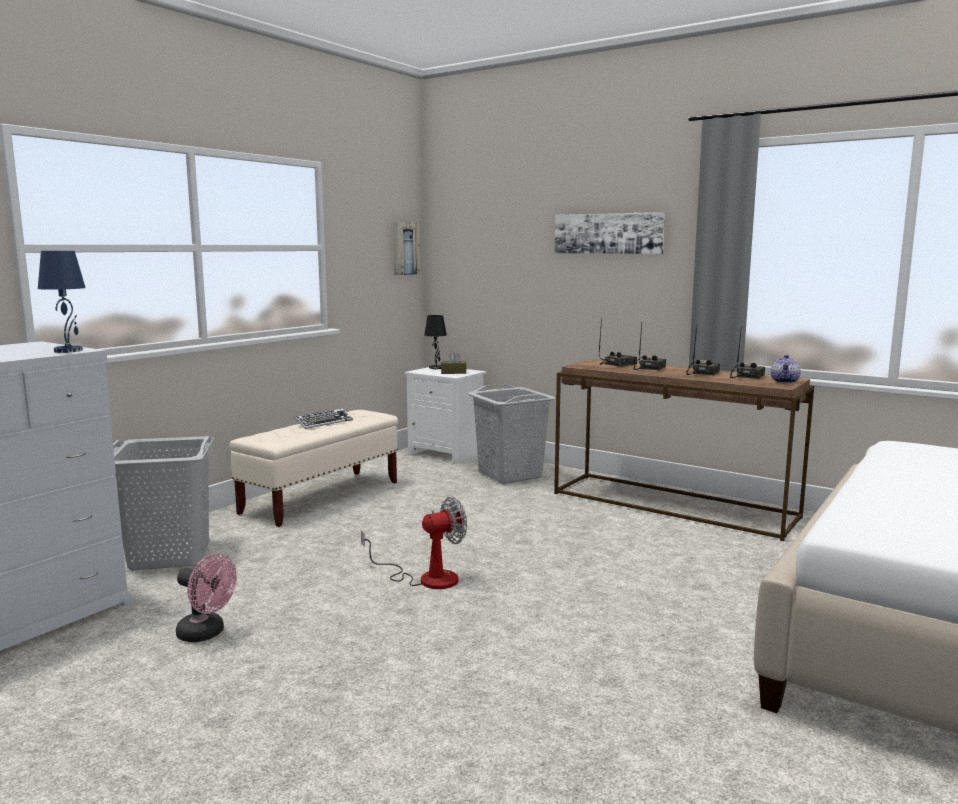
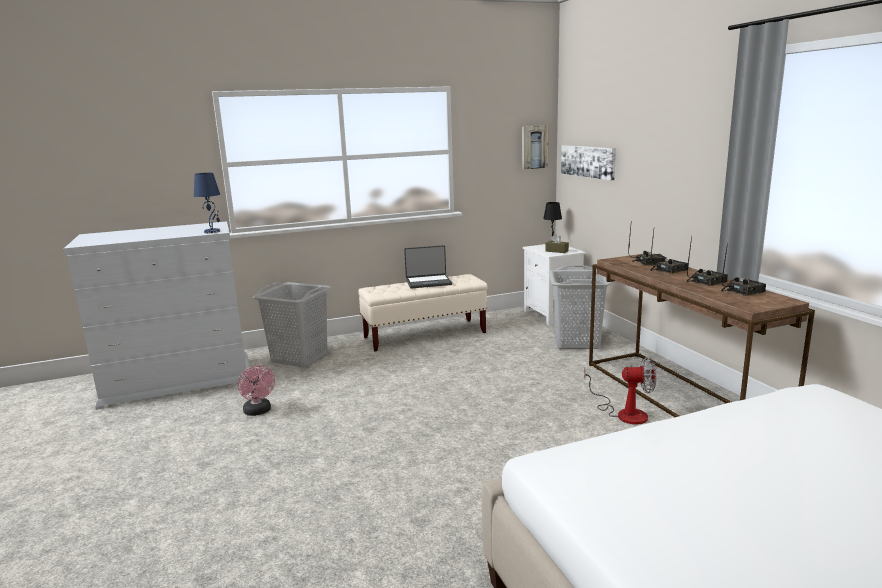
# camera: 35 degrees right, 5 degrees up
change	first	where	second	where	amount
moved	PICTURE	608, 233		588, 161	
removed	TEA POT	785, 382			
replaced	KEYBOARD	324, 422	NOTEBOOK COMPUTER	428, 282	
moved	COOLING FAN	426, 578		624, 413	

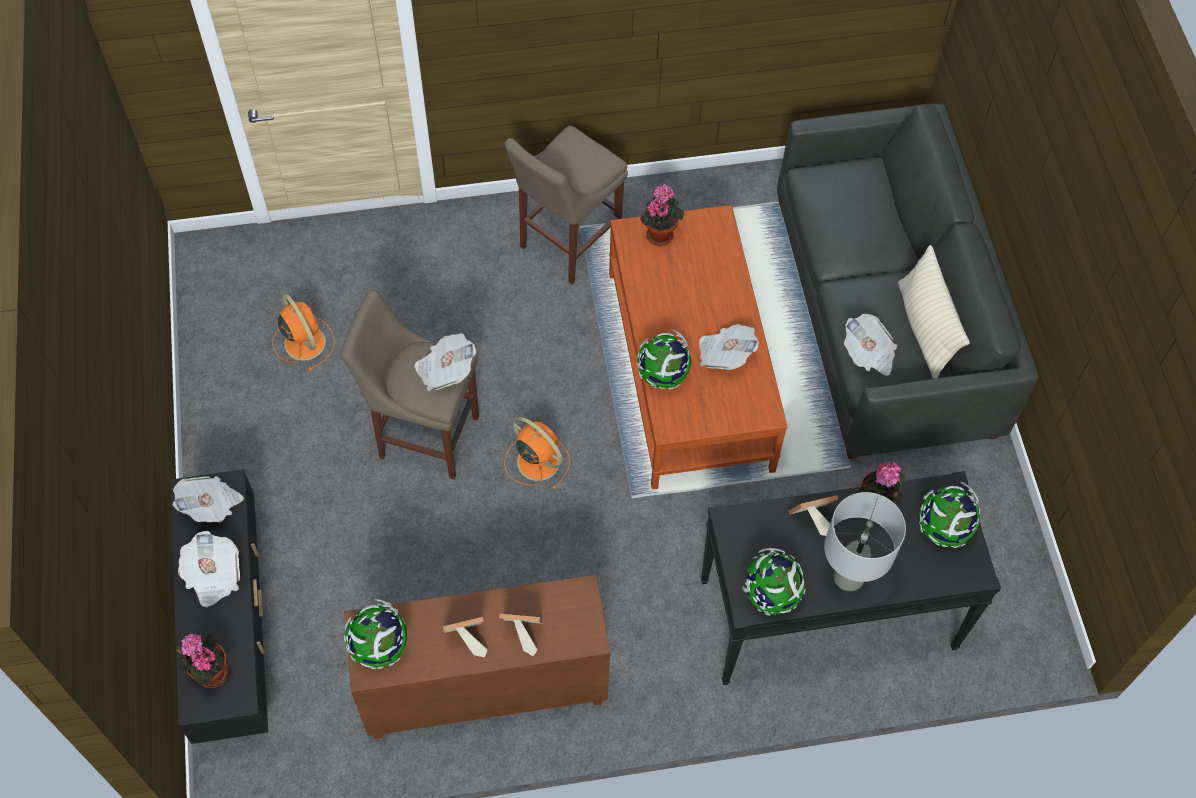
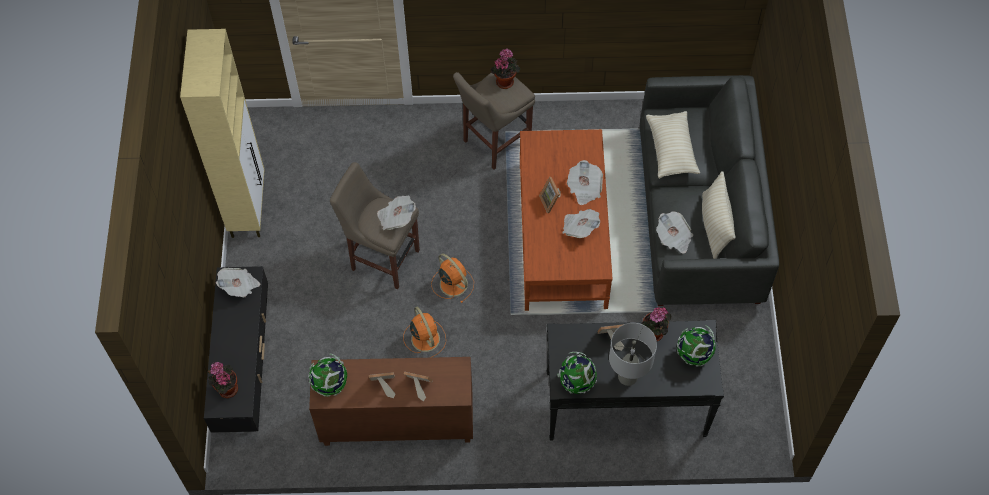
# camera: 10 degrees right, 0 degrees up
change	first	where	second	where	amount
moved	HOUSEPLANT	660, 233		505, 80	
moved	ORANGEY COOLING FAN	304, 341		425, 337	
removed	GLOBE	663, 375			
moved	NEWSPAPER	213, 576		584, 188	
added			SAND-COLOURED CABINET	248, 207	
added			SAND-COLOURED CUSHION	671, 150	
added			PICTURE FRAME	551, 201	

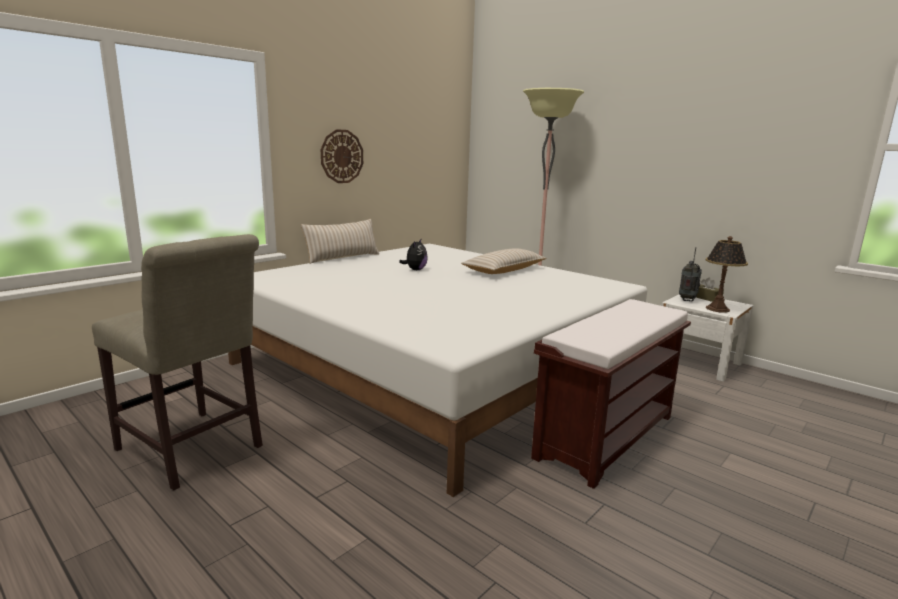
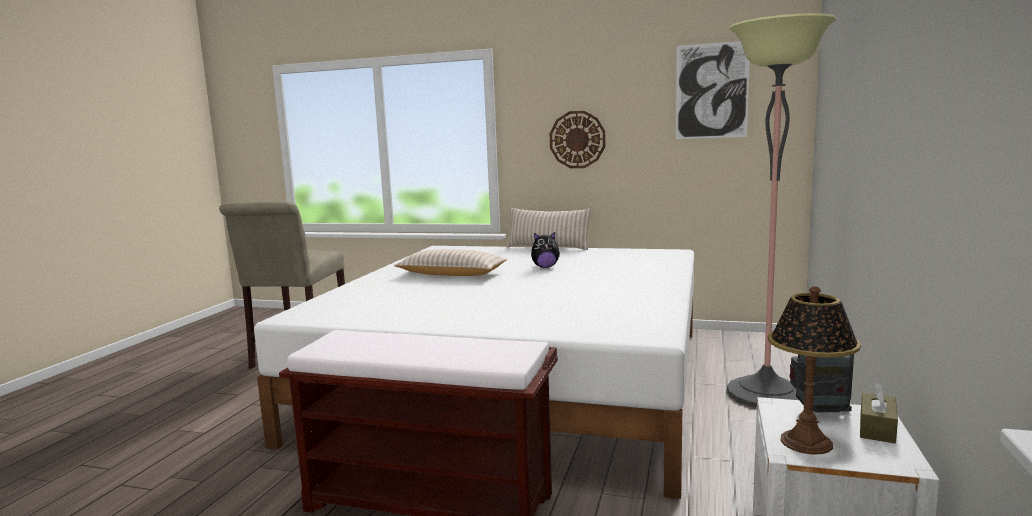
# camera: 65 degrees right, 5 degrees down
change	first	where	second	where	amount
moved	SAND-COLOURED CUSHION	504, 270		452, 274	
added			PICTURE	711, 91	

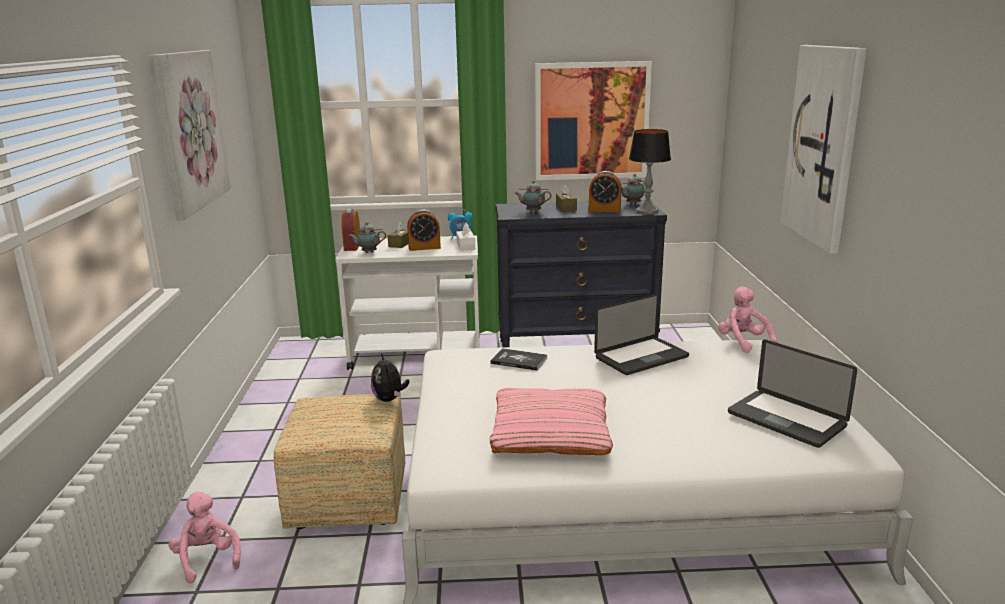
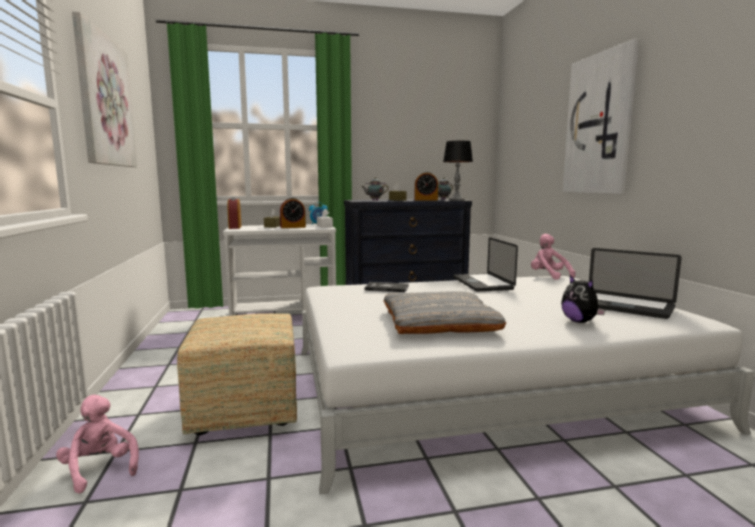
# camera: 10 degrees left, 10 degrees down
change	first	where	second	where	amount
removed	PICTURE	591, 121			
removed	TEA POT	368, 252			
turned	NOTEBOOK COMPUTER	641, 357		482, 283	120 degrees clockwise
moved	SOFT TOY	389, 399		579, 321	
recoloured	PINKISH CUSHION	550, 431	GRAY CUSHION	439, 322	

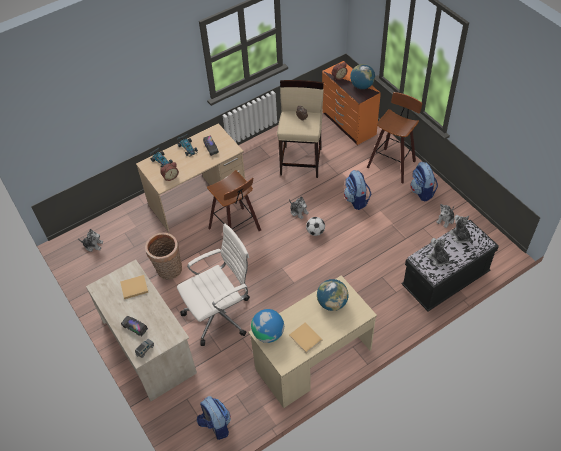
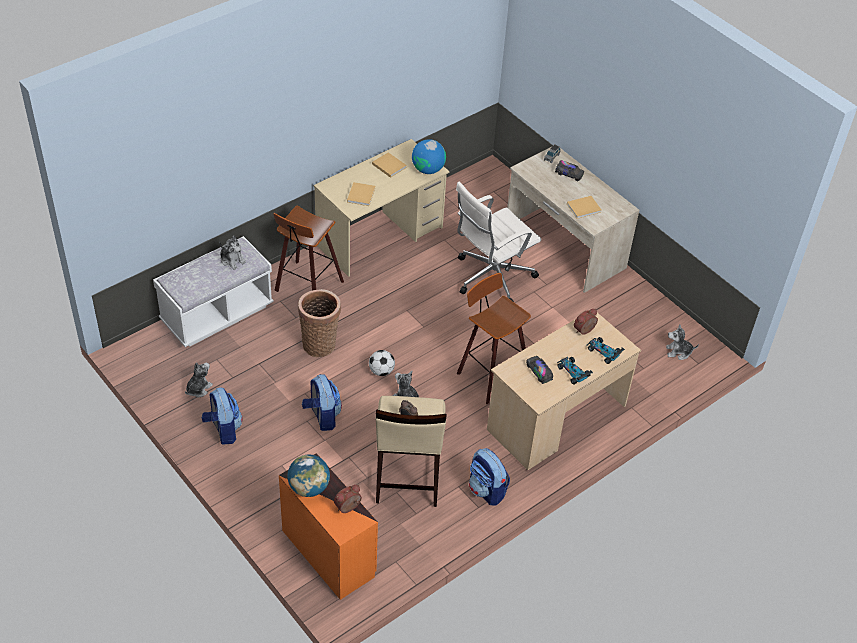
# camera: 170 degrees right, 5 degrees down
change	first	where	second	where	amount
moved	STOOL	392, 164		307, 286	
removed	SOFT TOY	459, 236			
recoloured	BLACKISH BENCH	445, 280	WHITISH BENCH	217, 314	
moved	HOUSEHOLD BASKET	168, 271		320, 343	
replaced	GLOBE	332, 303	SAND-COLOURED BOUND BOOK	361, 194	
moved	BACKPACK	216, 425		487, 490	

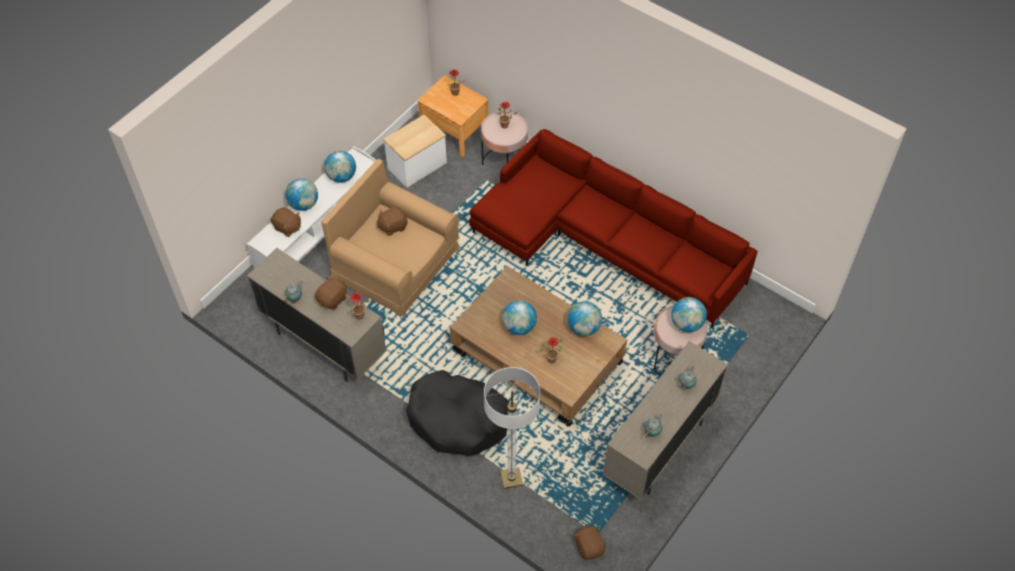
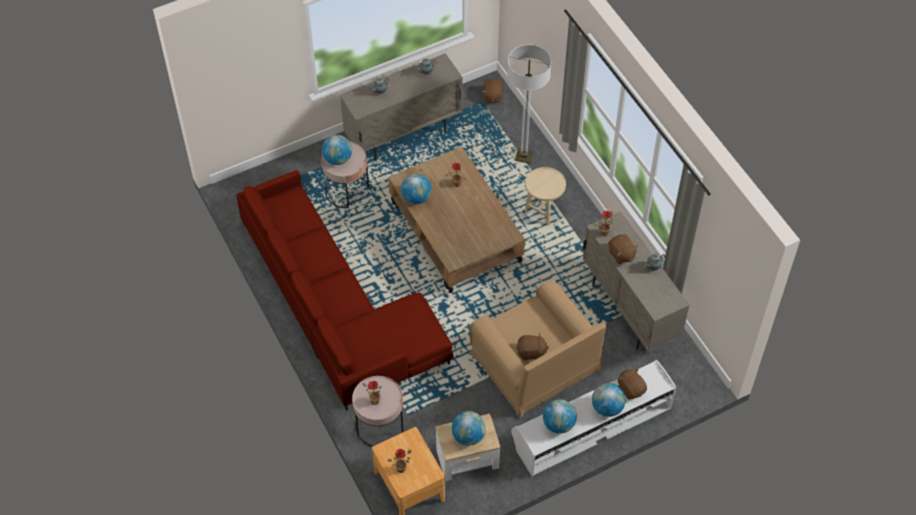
# camera: 155 degrees left, 0 degrees up
change	first	where	second	where	amount
turned	BROWN SOFT TOY	333, 299		621, 254	90 degrees counterclockwise
moved	GLOBE	519, 327		468, 436	
replaced	BLACKISH DOG BED	458, 419	SAND-COLOURED ACCENT TABLE	543, 210	

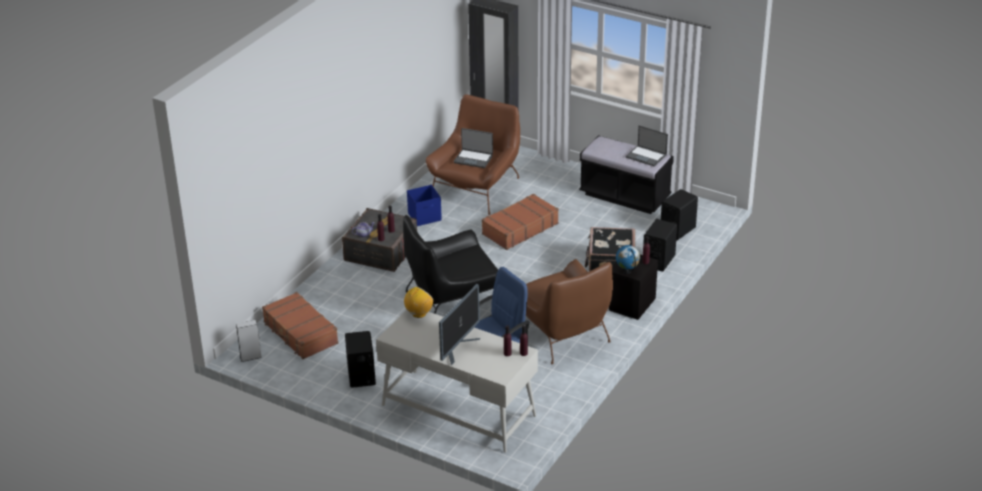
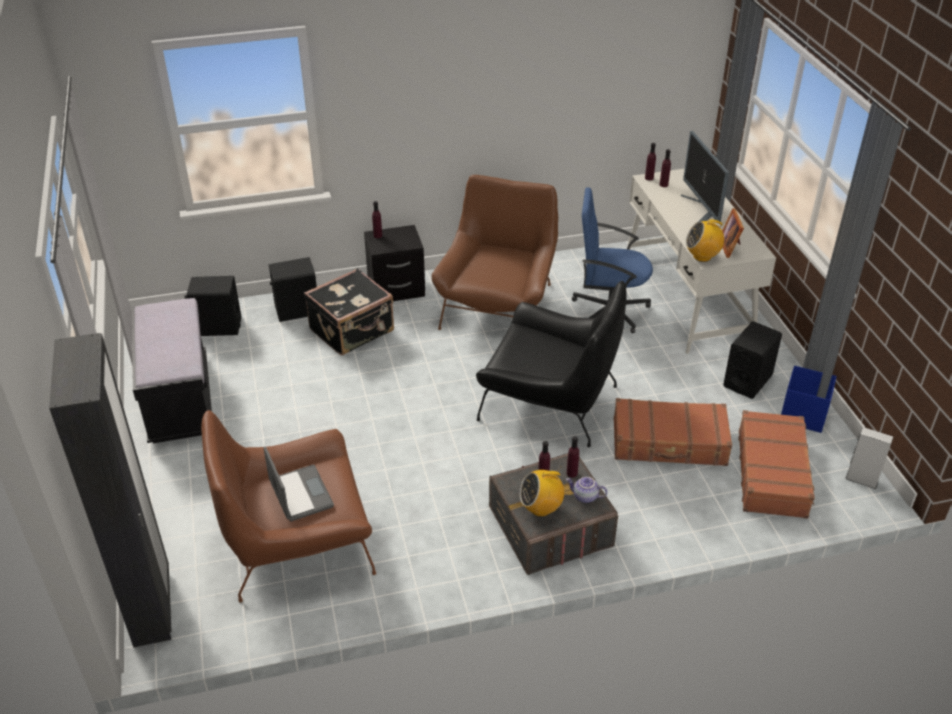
# camera: 135 degrees left, 5 degrees up
change	first	where	second	where	amount
removed	NOTEBOOK COMPUTER	646, 156			
moved	BLUE-COLOURED STORAGE BIN	425, 217		802, 415	
moved	BROWN SUITCASE	519, 229		669, 443	
removed	GLOBE	627, 271			
turned	COMPUTER SCREEN	458, 347		702, 210	90 degrees counterclockwise
added			PICTURE FRAME	731, 246	
added			RADIO RECEIVER	541, 508	

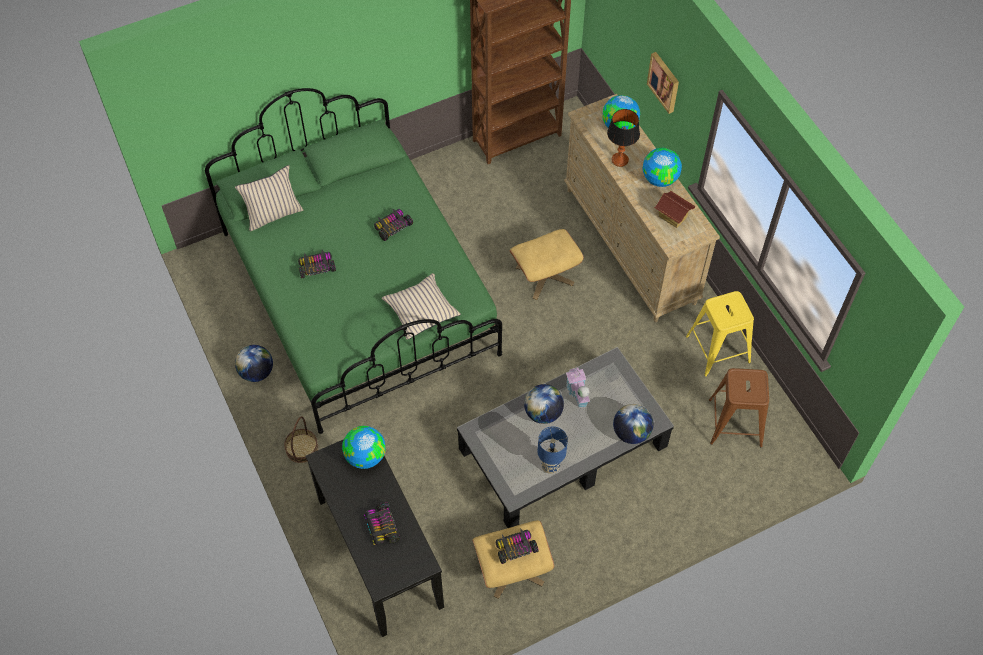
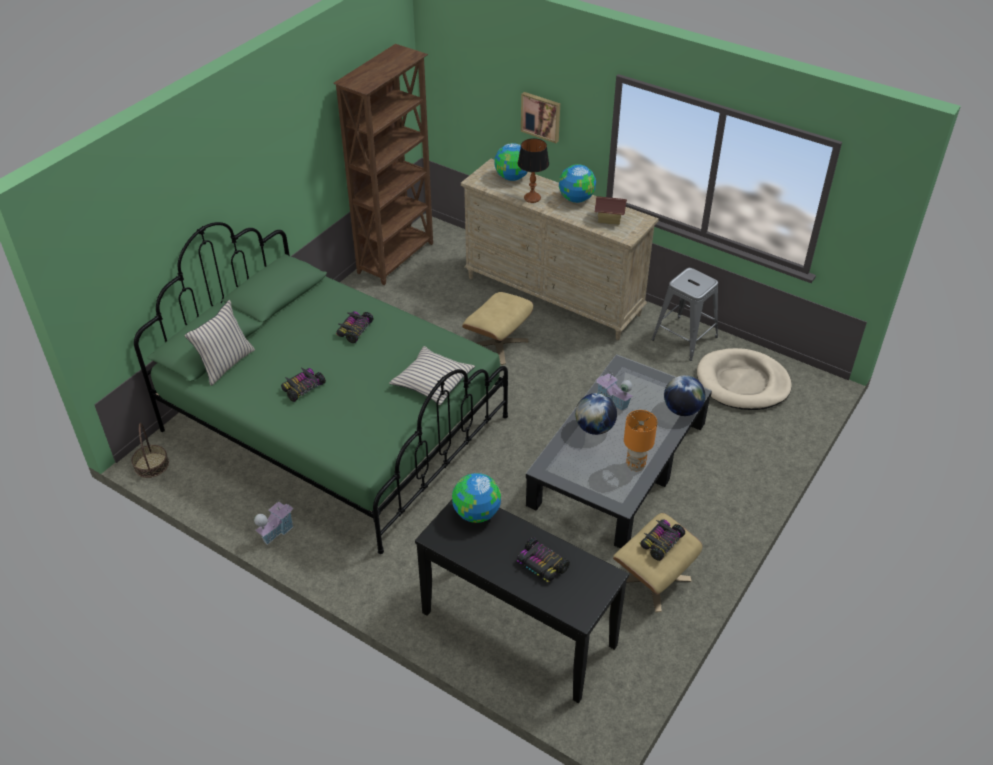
# camera: 30 degrees left, 15 degrees down
change	first	where	second	where	amount
recoloured	YELLOWISH STOOL	717, 349	GRAY STOOL	684, 338	
replaced	GLOBE	256, 372	MINIATURE HOUSE	276, 531	
replaced	BROWN STOOL	734, 422	SAND-COLOURED DOG BED	742, 383	
moved	HOUSEHOLD BASKET	302, 448		151, 465	
recoloured	BLUE-COLOURED LAMP FOR A TABLE	550, 466	ORANGEY LAMP FOR A TABLE	635, 465	

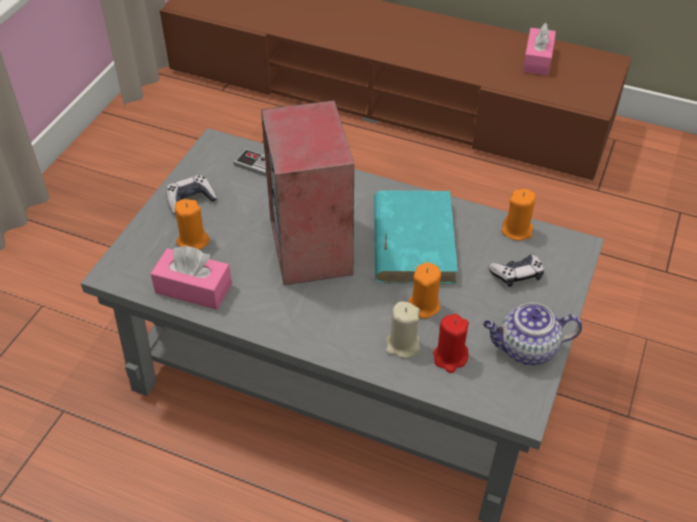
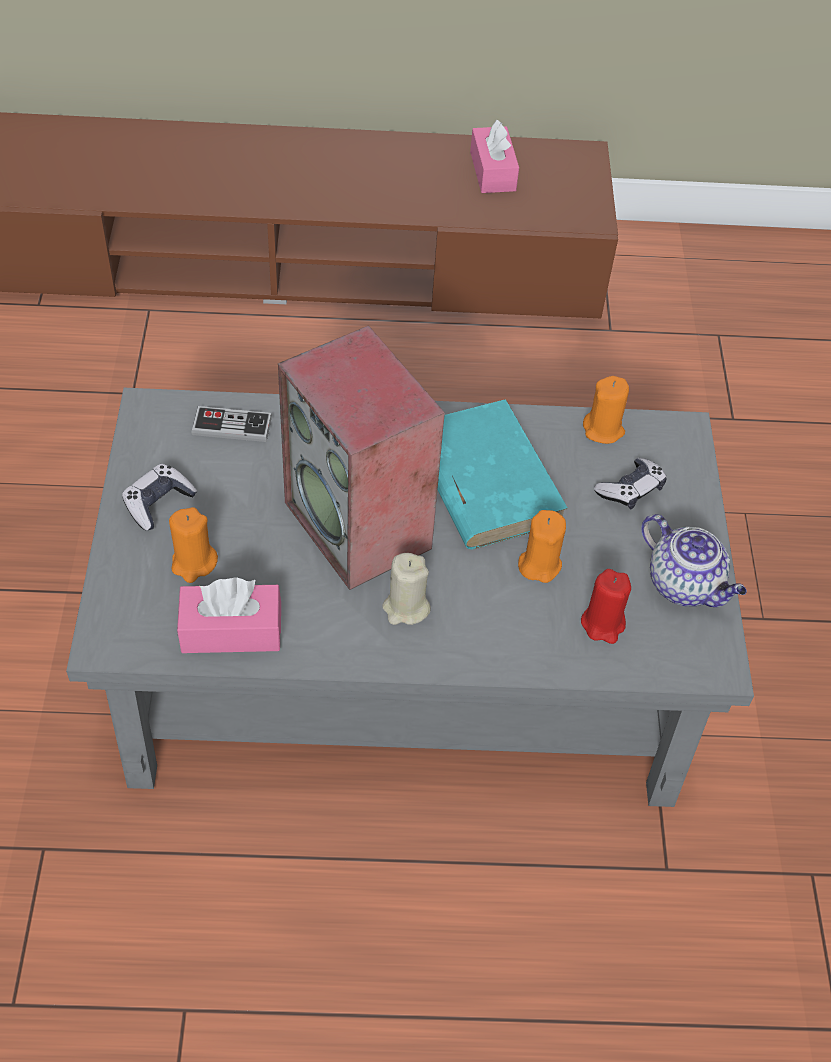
# camera: 25 degrees left, 5 degrees up
change	first	where	second	where	amount
moved	SAND-COLOURED CANDLE	402, 345		406, 607	
turned	TEA POT	526, 349		685, 585	105 degrees counterclockwise

